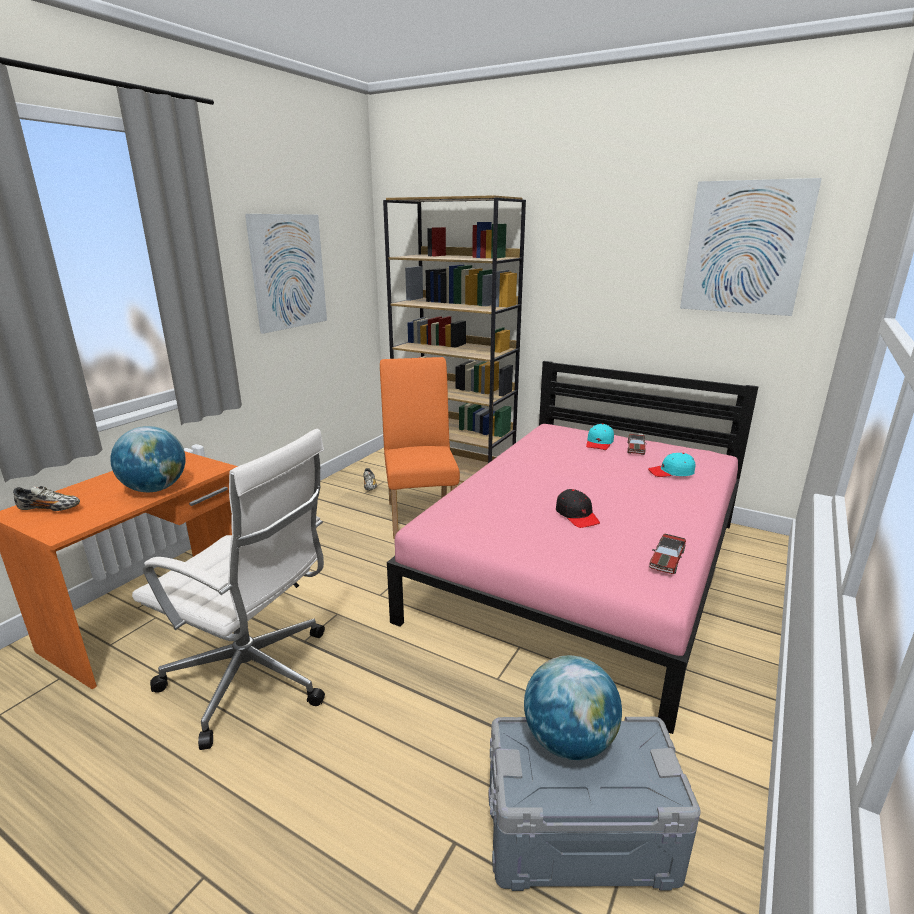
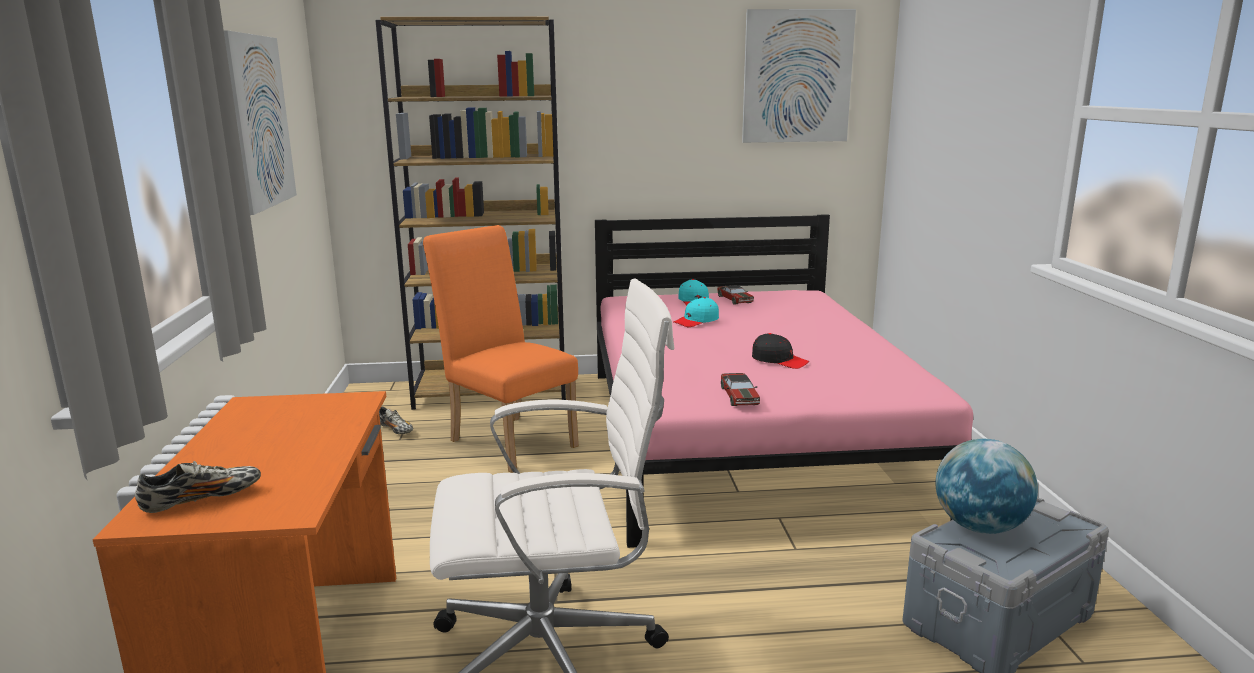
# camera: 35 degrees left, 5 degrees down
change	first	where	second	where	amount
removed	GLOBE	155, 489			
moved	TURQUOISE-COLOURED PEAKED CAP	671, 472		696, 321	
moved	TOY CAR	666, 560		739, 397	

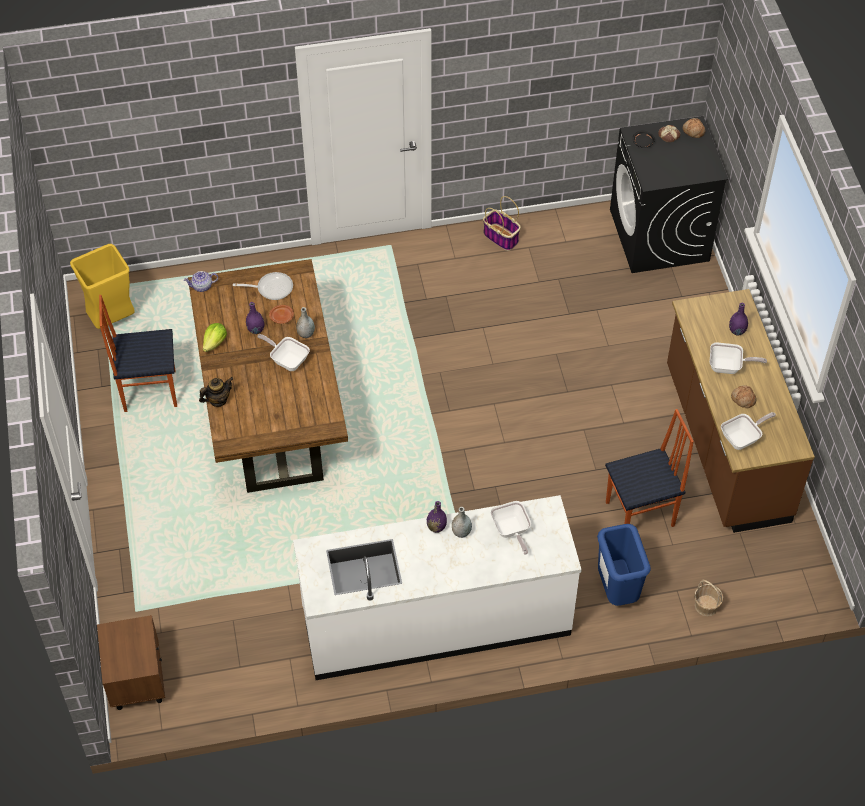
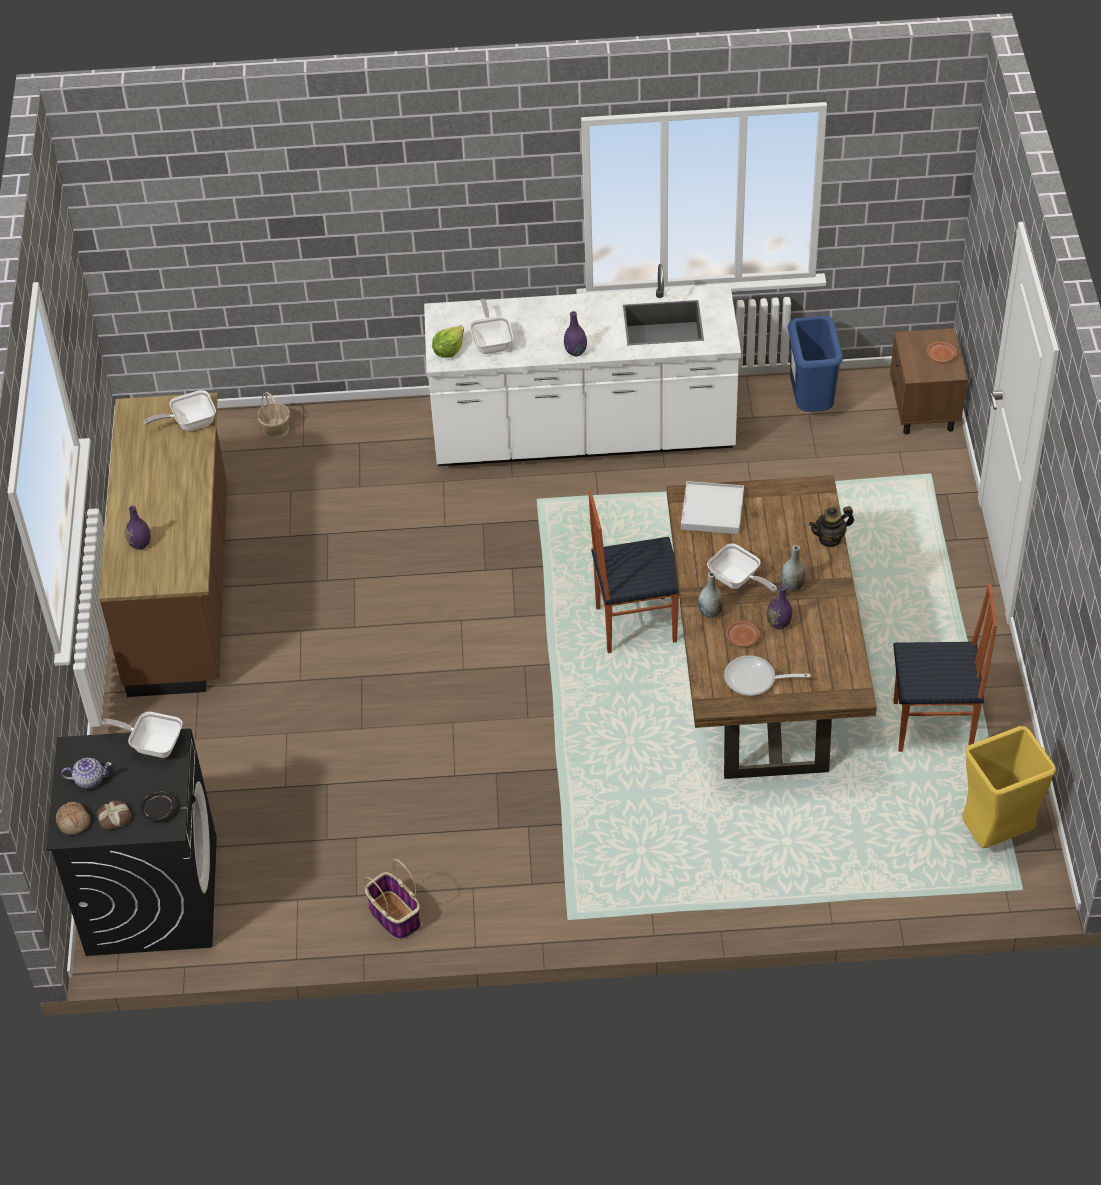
# camera: 170 degrees left, 5 degrees down
change	first	where	second	where	amount
moved	TEA POT	202, 286		89, 779	
moved	HEAD OF LETTUCE	215, 343		448, 350	
moved	FRYING PAN	728, 367		153, 744	
removed	BAKERY BREAD	743, 399			
moved	PLAIN CHAIR	641, 515		634, 624	
moved	GRAY FLOWER VASE	461, 532		793, 585	
moved	BLUE-COLOURED RUBBISH BIN	616, 590		811, 404	
added			BROWN PLATE	940, 356	
added			WHITISH TRAY	712, 510	

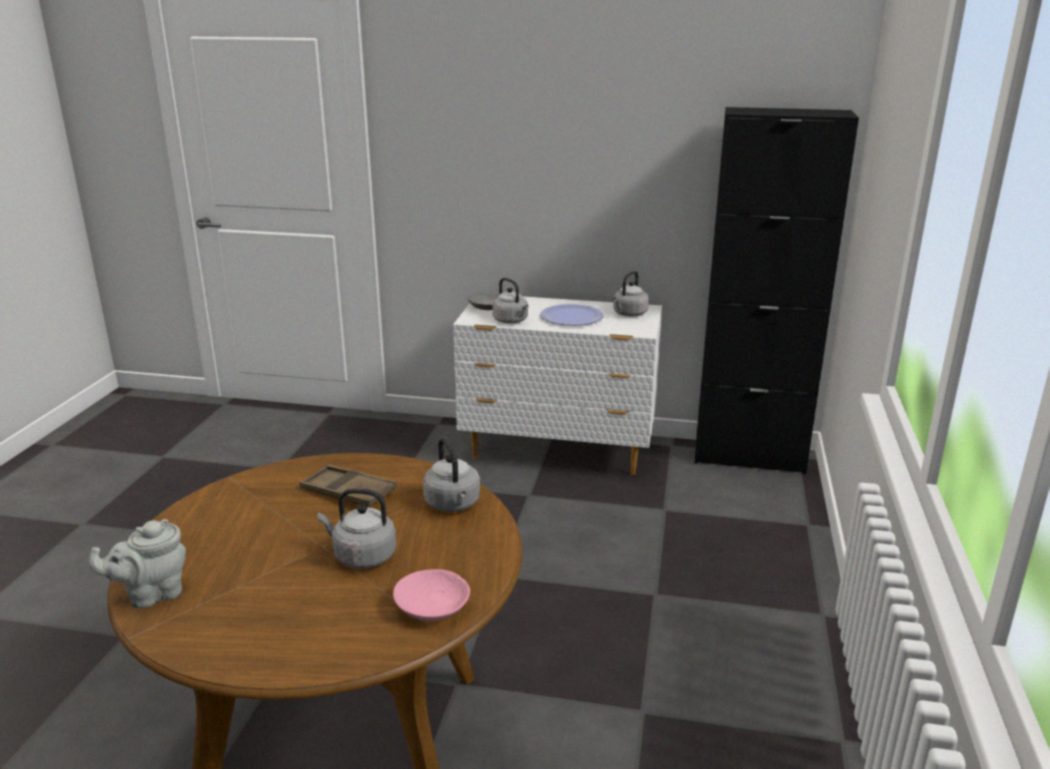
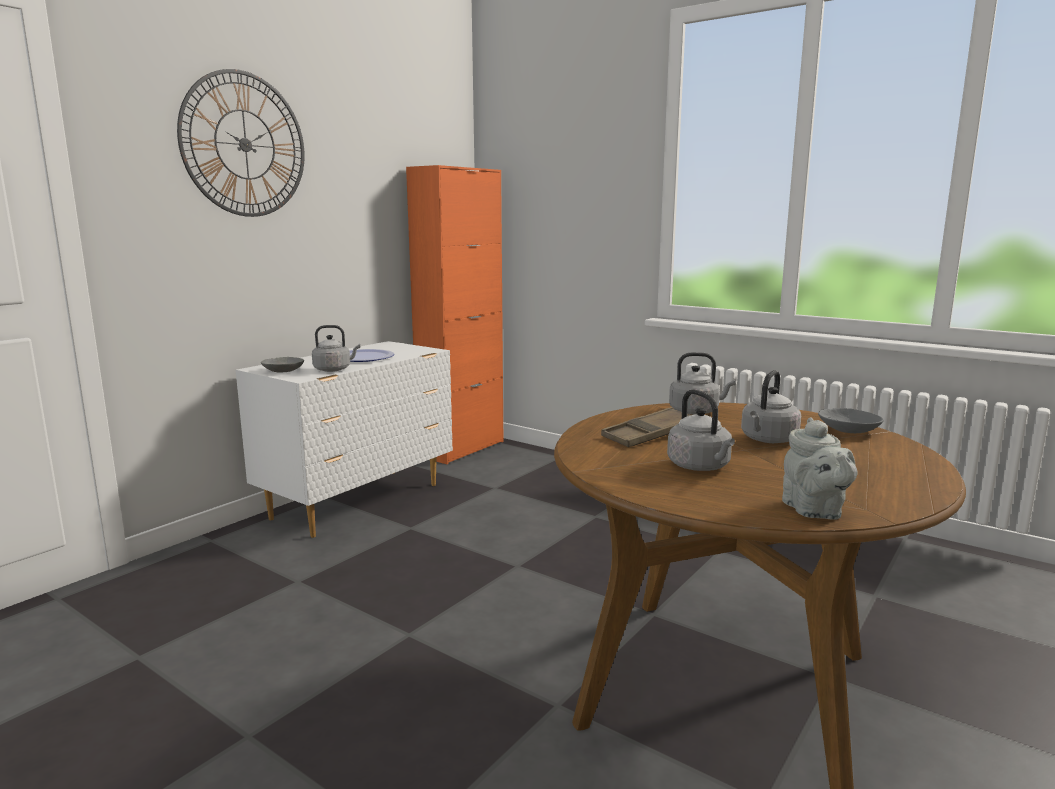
# camera: 65 degrees left, 10 degrees down
change	first	where	second	where	amount
recoloured	BLACKISH CABINET	749, 457	ORANGEY CABINET	461, 449	
moved	GRAY WATER KETTLE	629, 314		700, 467	
recoloured	PINKISH BOWL	433, 607	GRAY BOWL	848, 430	
added			CLOCK ON THE WALL	245, 145	

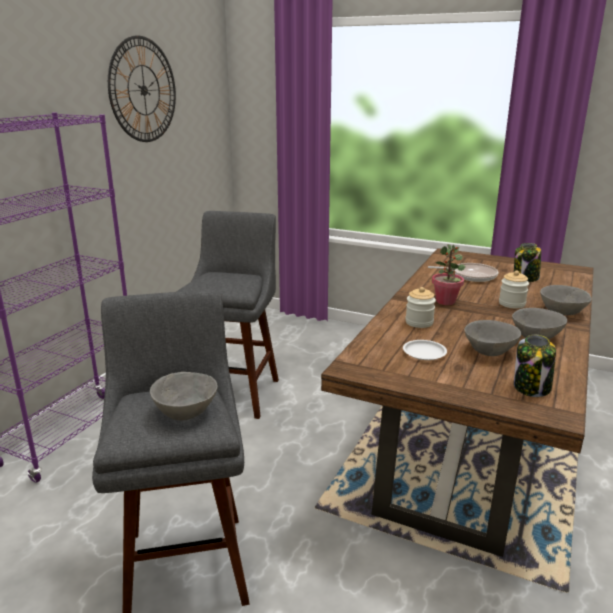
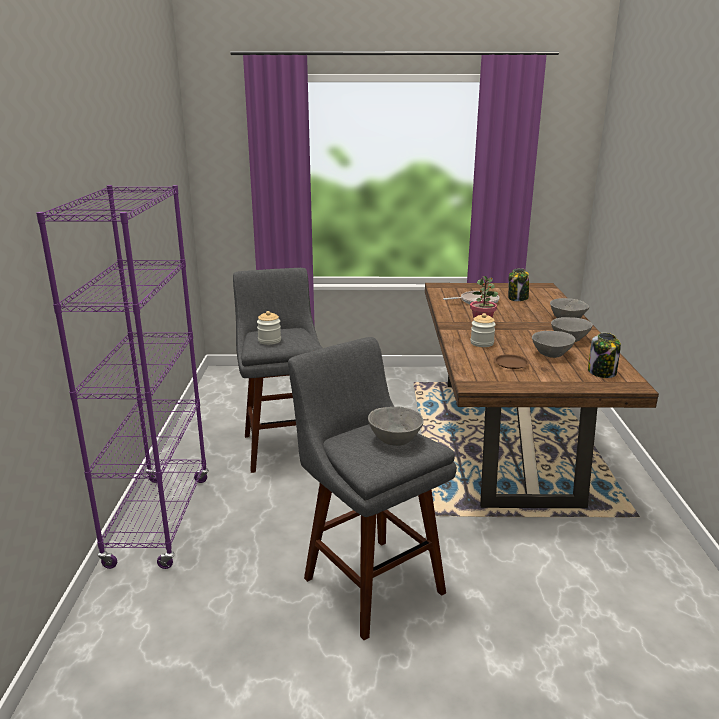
# camera: 25 degrees left, 0 degrees up
change	first	where	second	where	amount
removed	CLOCK ON THE WALL	143, 90			
moved	STORAGE JAR	511, 304		269, 341	
recoloured	WHITISH PLATE	424, 353	BROWN PLATE	511, 364	

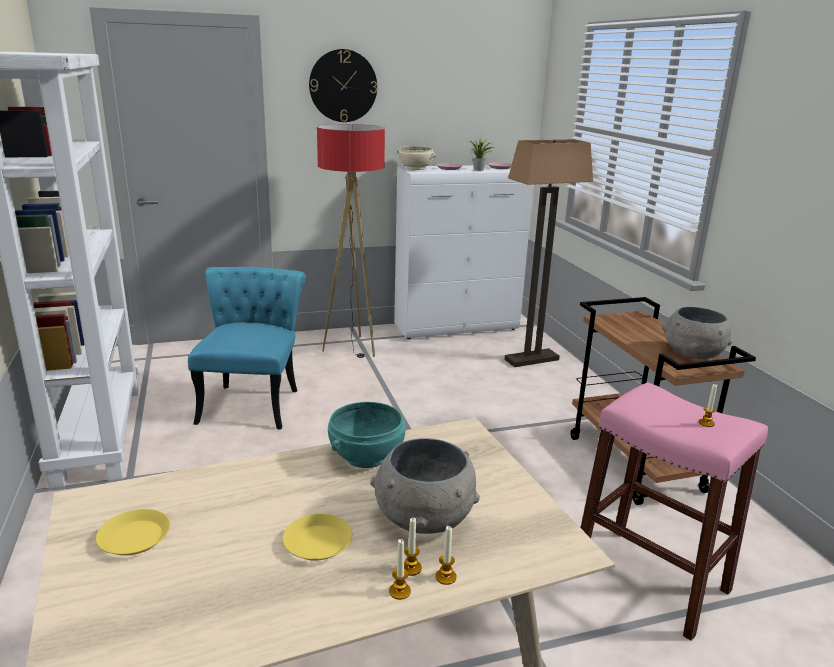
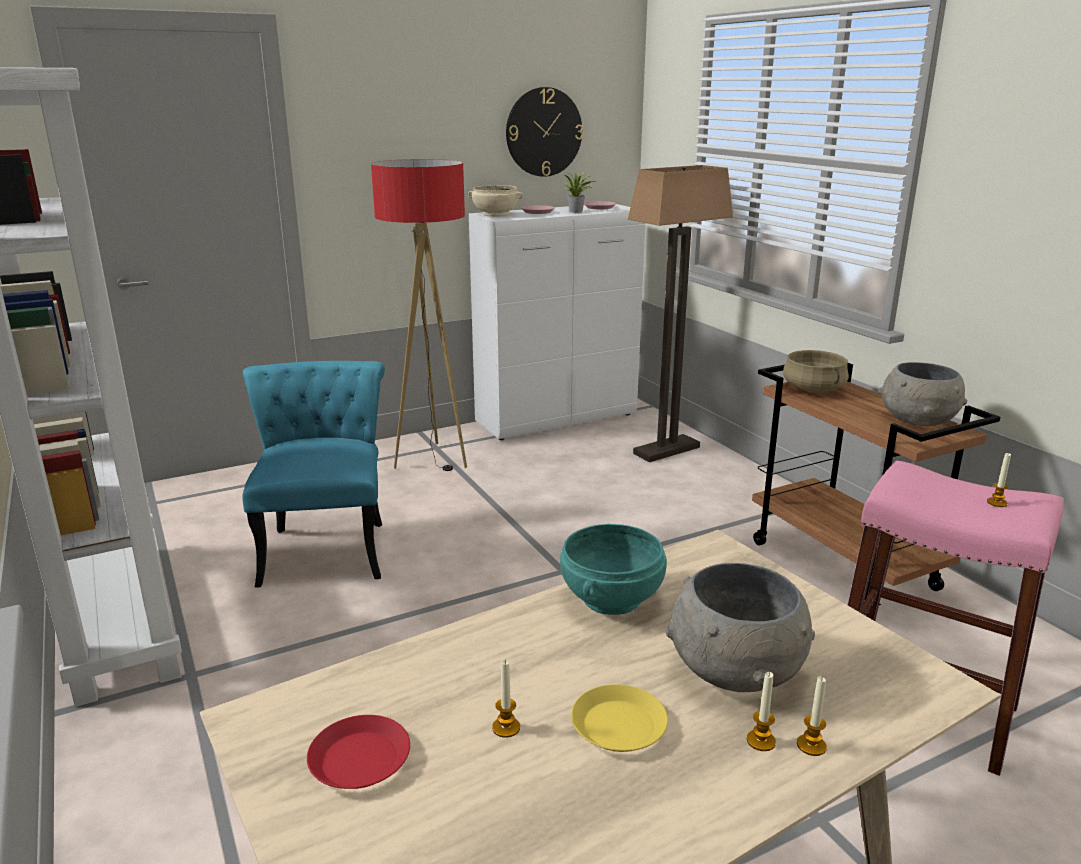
# camera: 10 degrees left, 0 degrees up
change	first	where	second	where	amount
moved	CLOCK ON THE WALL	343, 86		543, 132	
recoloured	YELLOWISH PLATE	134, 538	RED PLATE	359, 760	
moved	CANDLE	399, 591		506, 728	
added			SAND-COLOURED SAUCEPOT	814, 389	

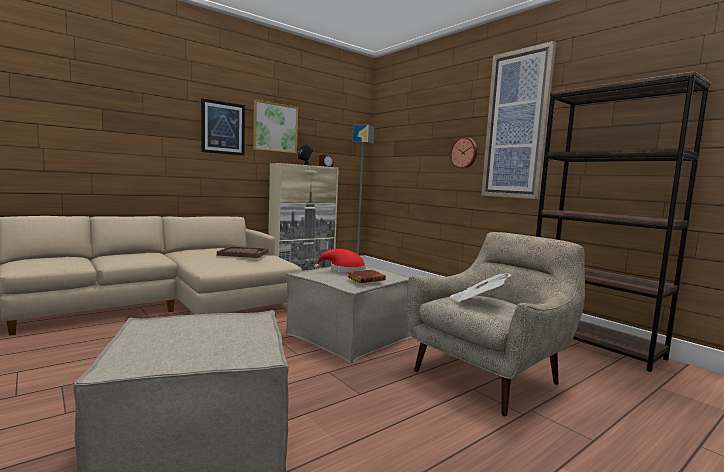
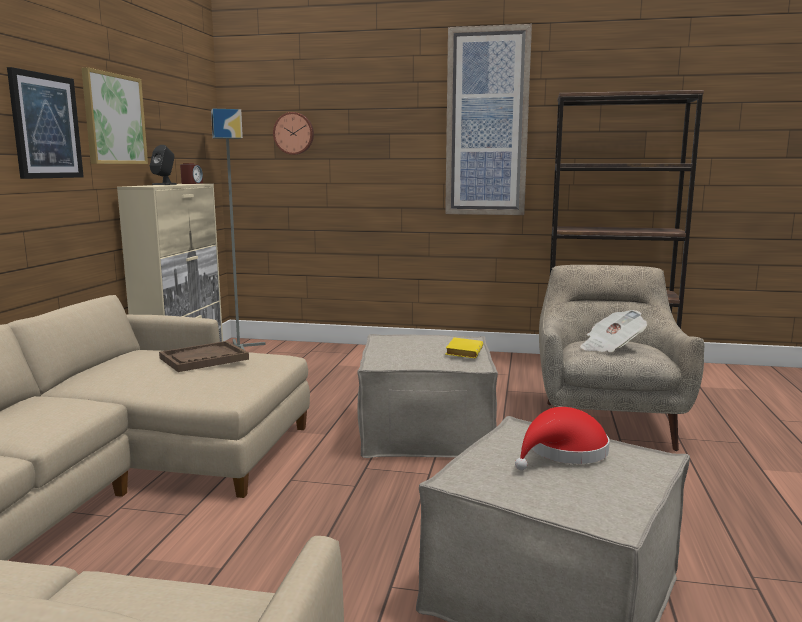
# camera: 40 degrees left, 5 degrees up
change	first	where	second	where	amount
moved	CLOCK ON THE WALL	464, 153		294, 133	
moved	RED CLOTHING HAT	344, 270		563, 452	
recoloured	BROWN BOUND BOOK	366, 279	YELLOWISH BOUND BOOK	463, 352	

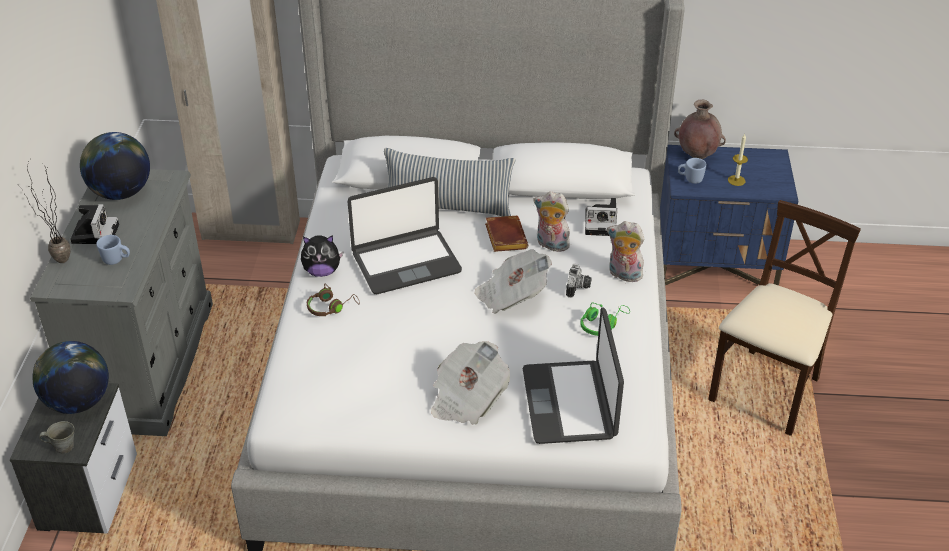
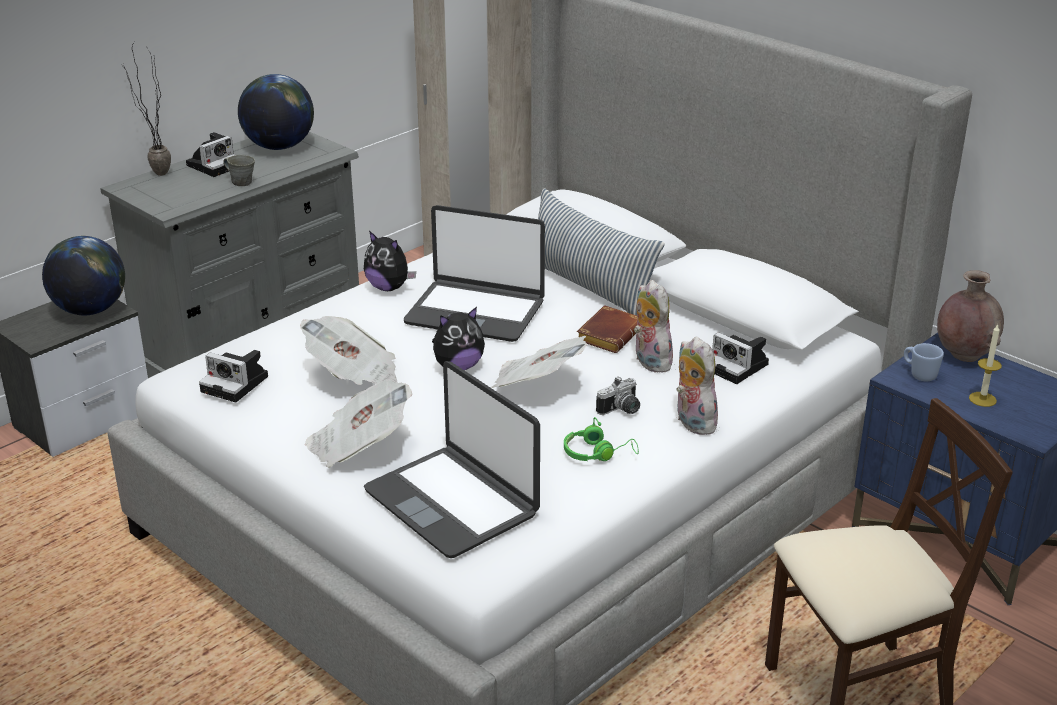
# camera: 40 degrees right, 10 degrees down
change	first	where	second	where	amount
removed	BLUE-COLOURED TEA MUG	116, 260			
removed	BROWN PAIR OF HEADPHONES	331, 307			
turned	NOTEBOOK COMPUTER	570, 403		452, 502	75 degrees counterclockwise
moved	GRAY TEA MUG	63, 447		241, 182	
added			SOFT TOY	458, 366	
added			NEWSPAPER	354, 376	
added			PHOTO CAMERA	237, 384	

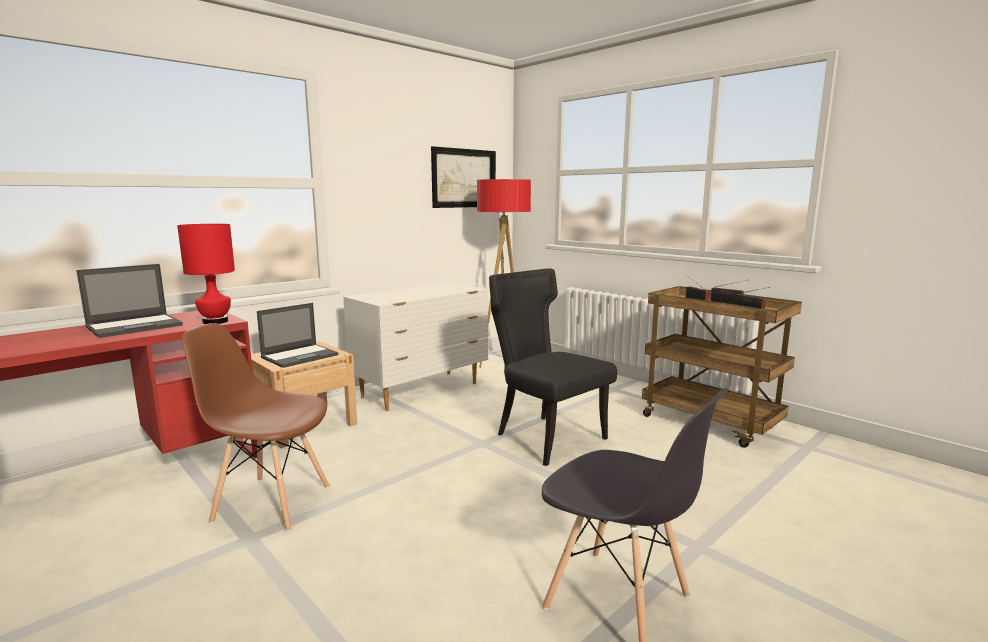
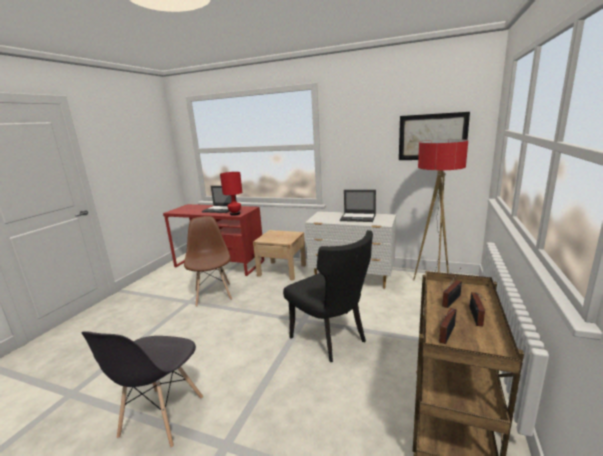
# camera: 65 degrees right, 5 degrees up
change	first	where	second	where	amount
turned	BLACKISH PLAIN CHAIR	546, 437		331, 339	120 degrees clockwise
moved	NOTEBOOK COMPUTER	300, 356		358, 217	

